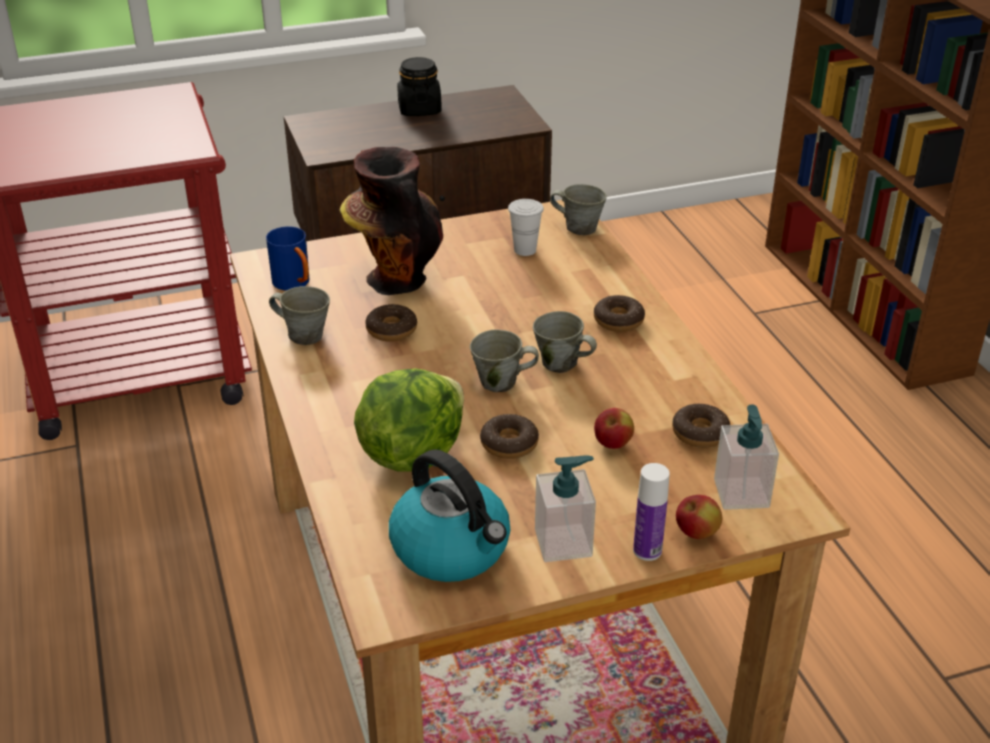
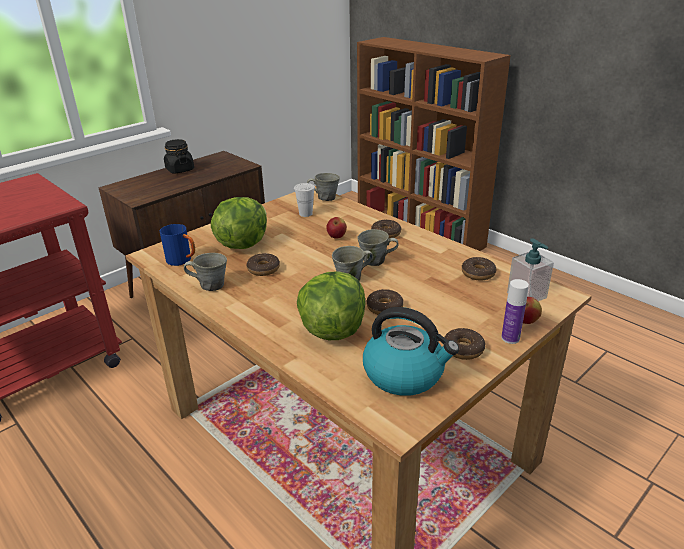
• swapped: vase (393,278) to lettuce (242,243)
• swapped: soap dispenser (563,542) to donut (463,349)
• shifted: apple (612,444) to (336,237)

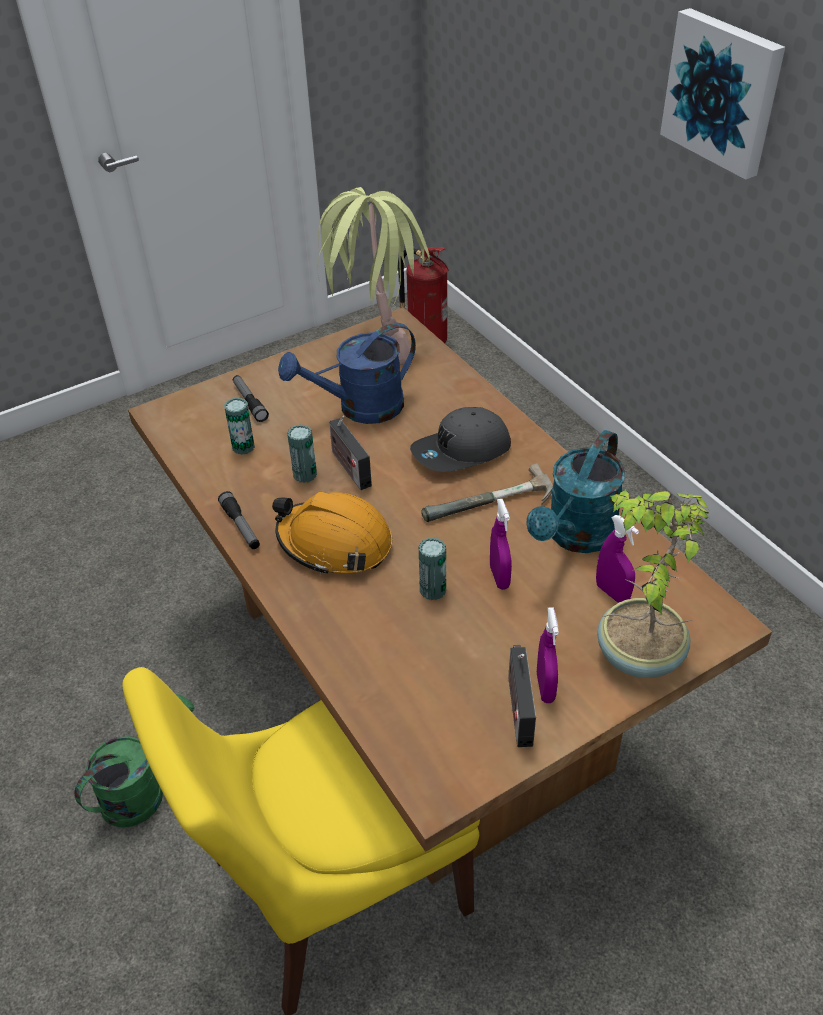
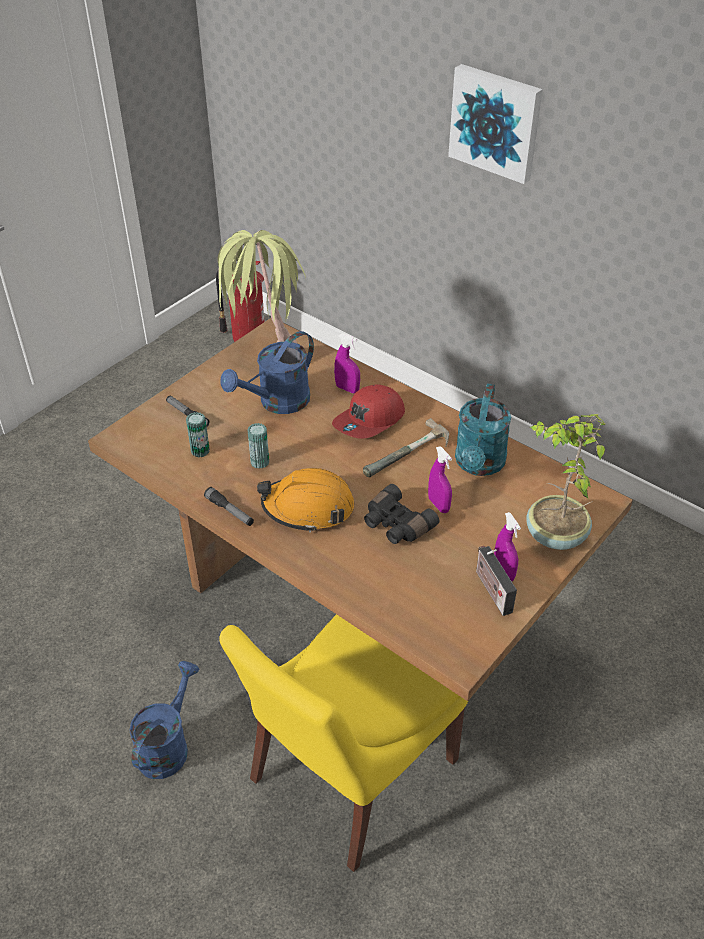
• repainted: green watering can (142,788) to blue watering can (167,745)
• gone: radio (349,467)
• repainted: grey cap (461,452) to red cap (370,421)
• swapped: can (433,590) to black binoculars (396,525)
• shifted: purple spray bottle (612,593) to (347,389)

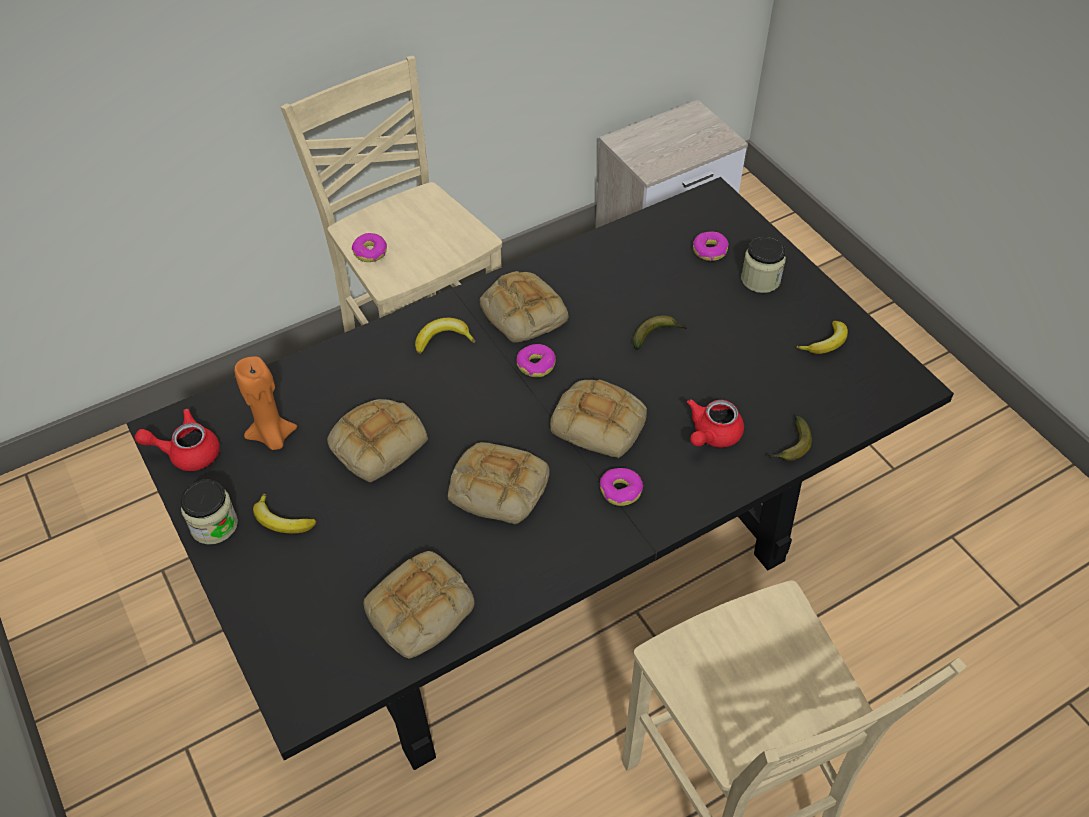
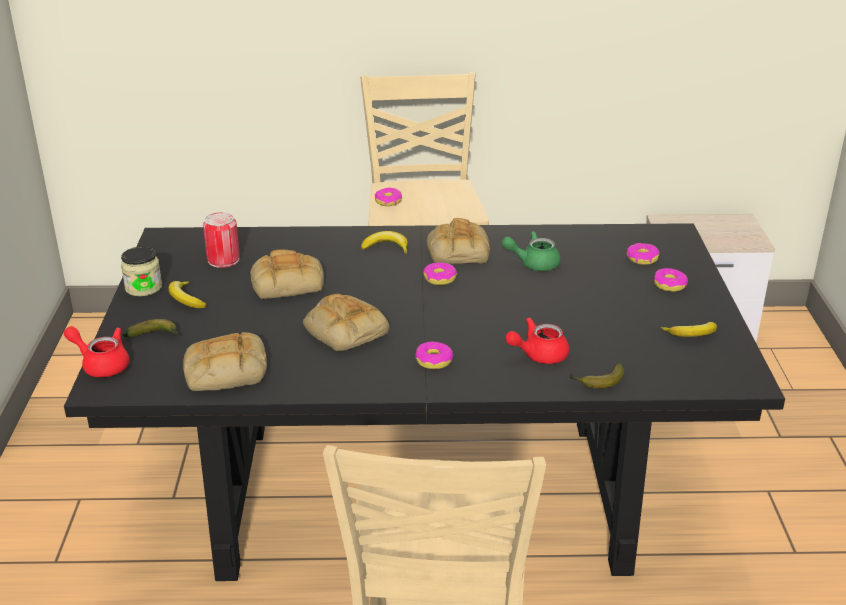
• shifted: red teapot (187,452) to (101,364)
• swapped: orange candle (272,437) to can (223,260)
• gone: bread (600,423)
• shifted: banana (658,335) to (155,336)
• swapped: jar (760,279) to donut (669,285)
• new: green teapot (533,263)

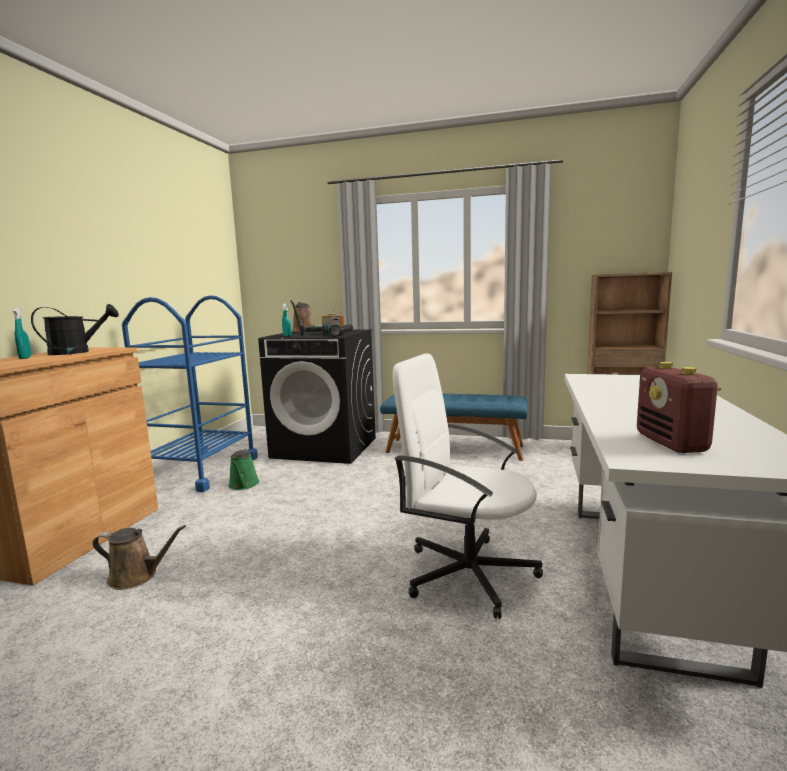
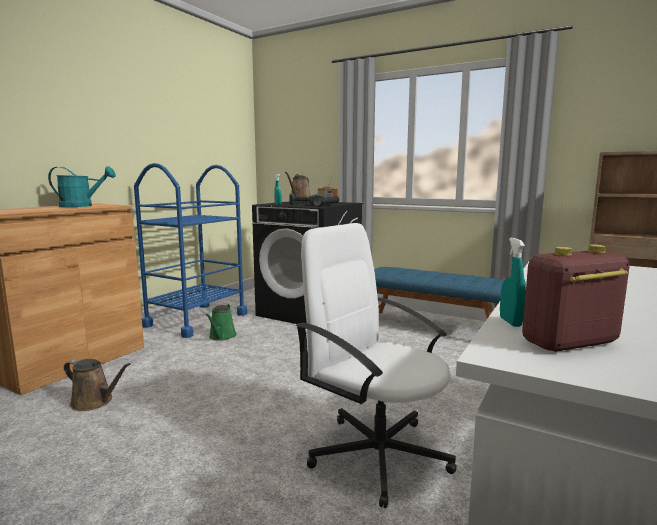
• shifted: turquoise spray bottle (25,358) to (510,322)
• repainted: black watering can (77,352) to turquoise watering can (82,206)
• rotated: radio (672,443) = (569,343) 60 degrees clockwise

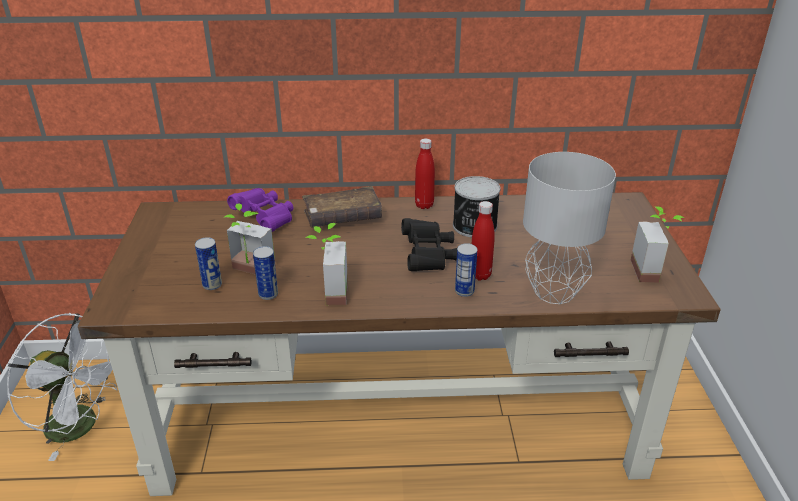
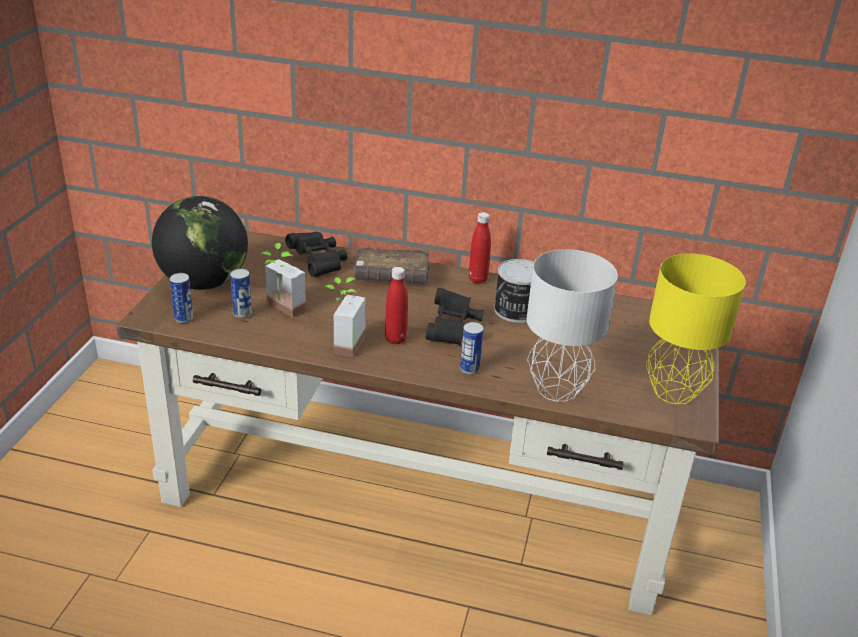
• gone: white fan (81,426)
• repainted: purple binoculars (265,219) to black binoculars (318,263)
• shifted: can (268,294) to (184,318)
• shifted: red bottle (480,275) to (395,339)
• swapped: potted plant (652,271) to yellow table lamp (672,391)
• new: globe (204,282)

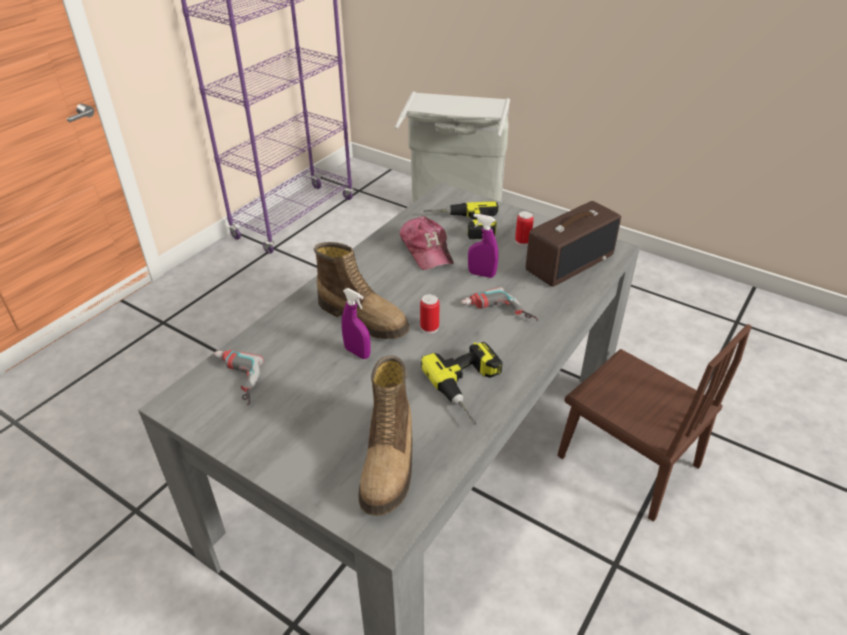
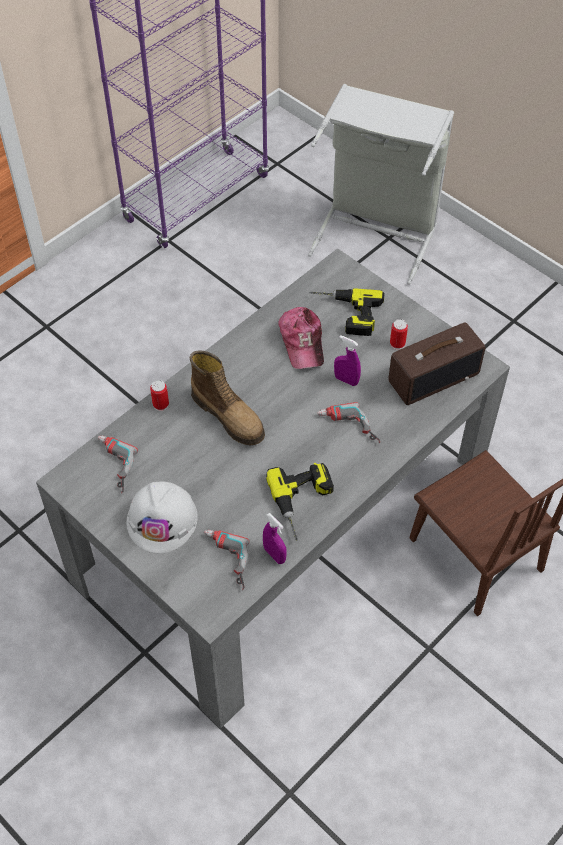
• shifted: purple spray bottle (357,352) to (274,555)
• swapped: boot (389,463) to power drill (224,561)
• shifted: can (429,327) to (161,404)
• new: white hard hat (162,519)

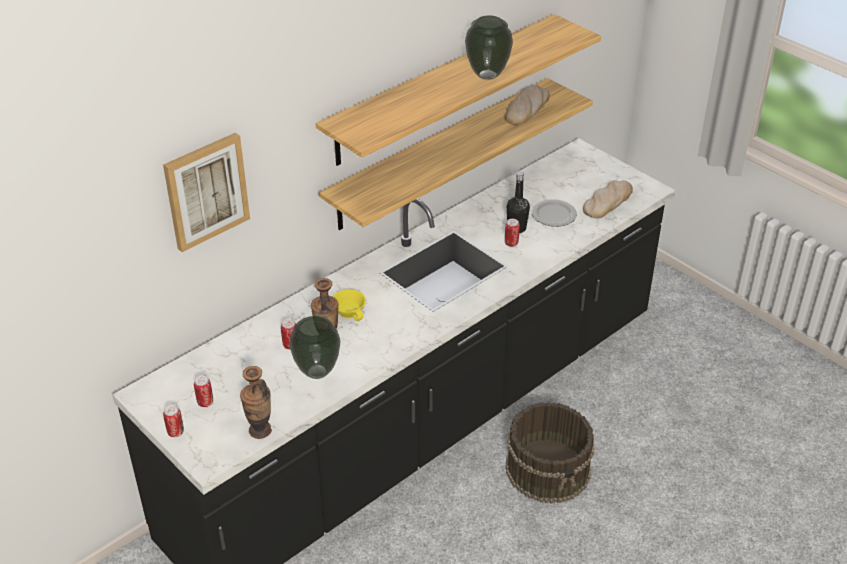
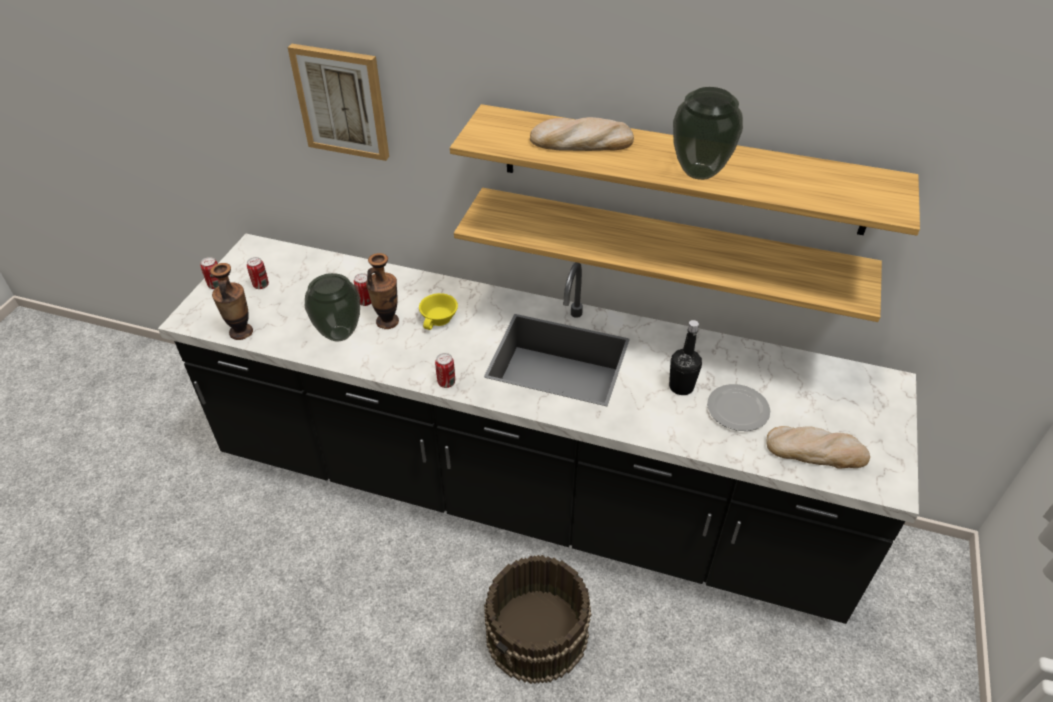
• shifted: bread (527,109) to (581,142)
• shifted: can (511,243) to (446,382)

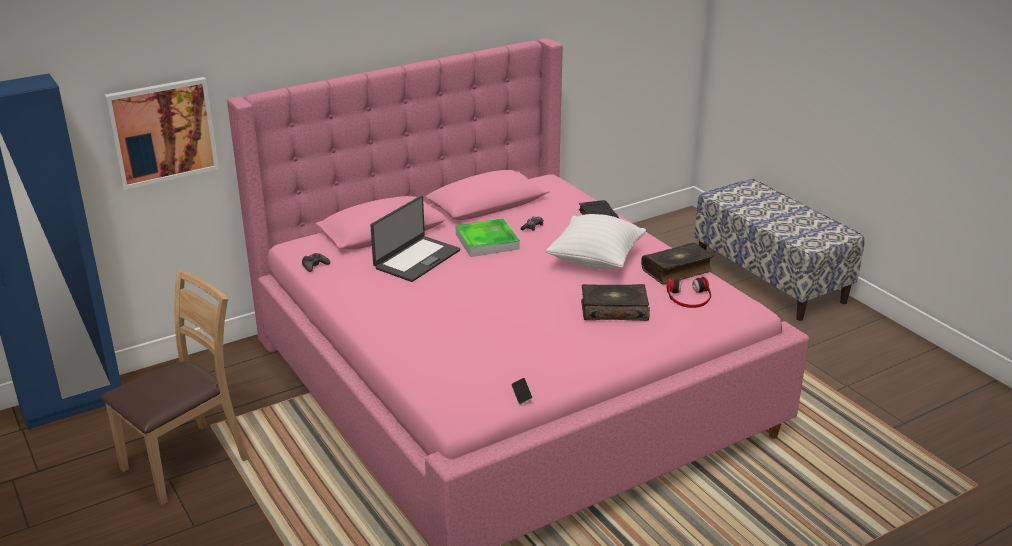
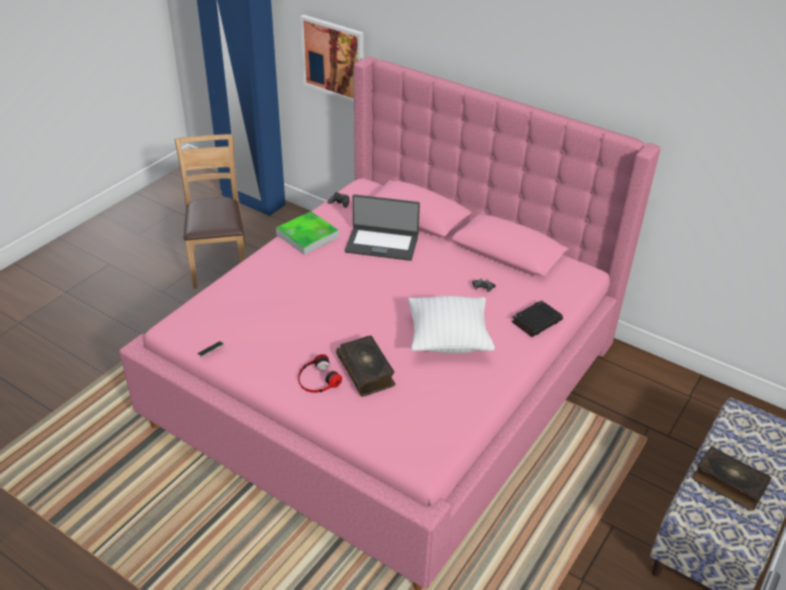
• rotated: brown chair (186,463) = (219,265) 120 degrees counterclockwise
• shifted: tray (487,241) to (307,236)
• shifted: book (677,270) to (728,483)
• shifted: headphones (689,297) to (317,379)

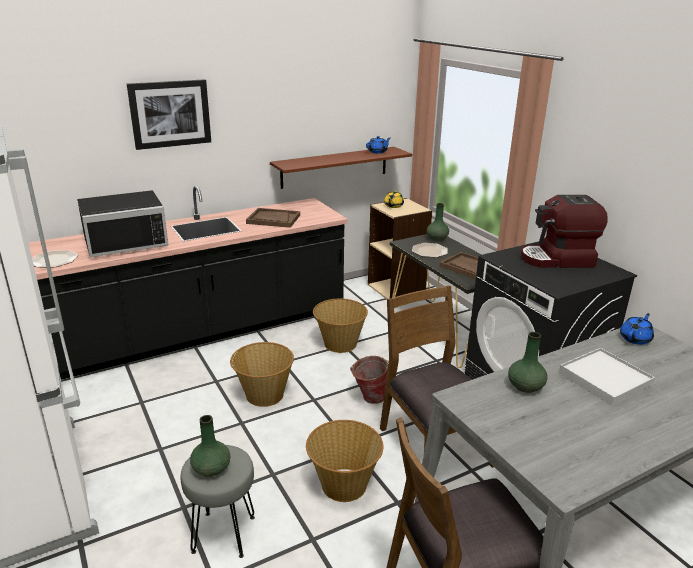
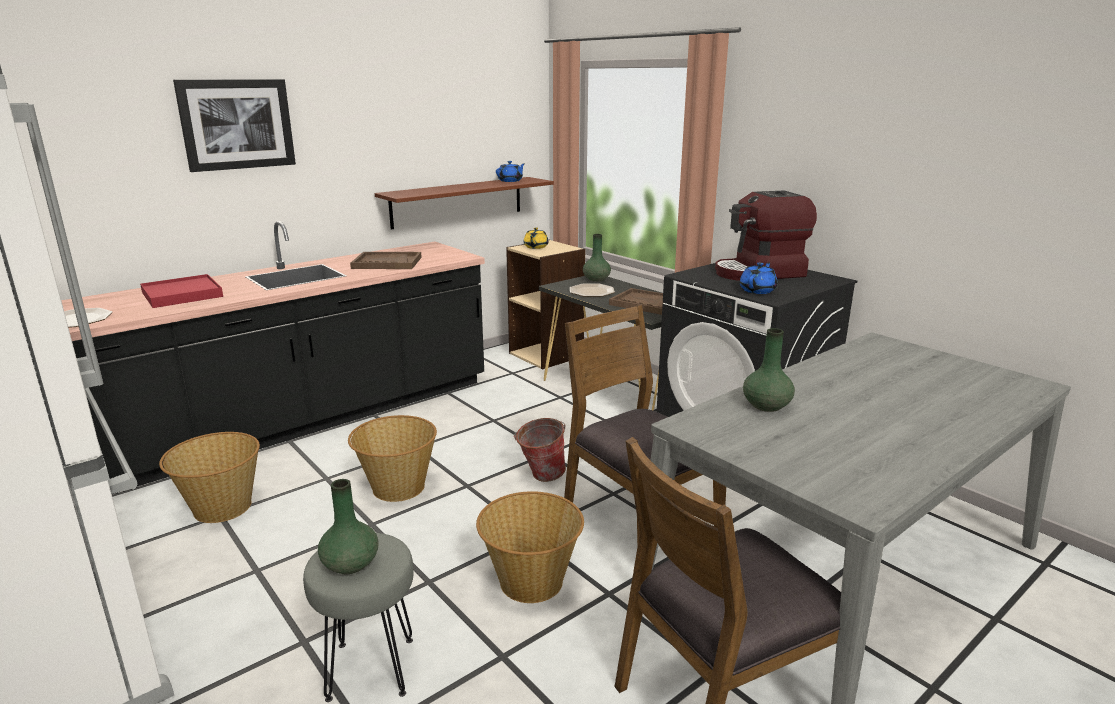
• swapped: black microwave (125,241) to red tray (182,294)
• shifted: basket (339,344) to (221,508)
• gone: white tray (605,379)
• shifted: blue teapot (635,338) to (758,290)

